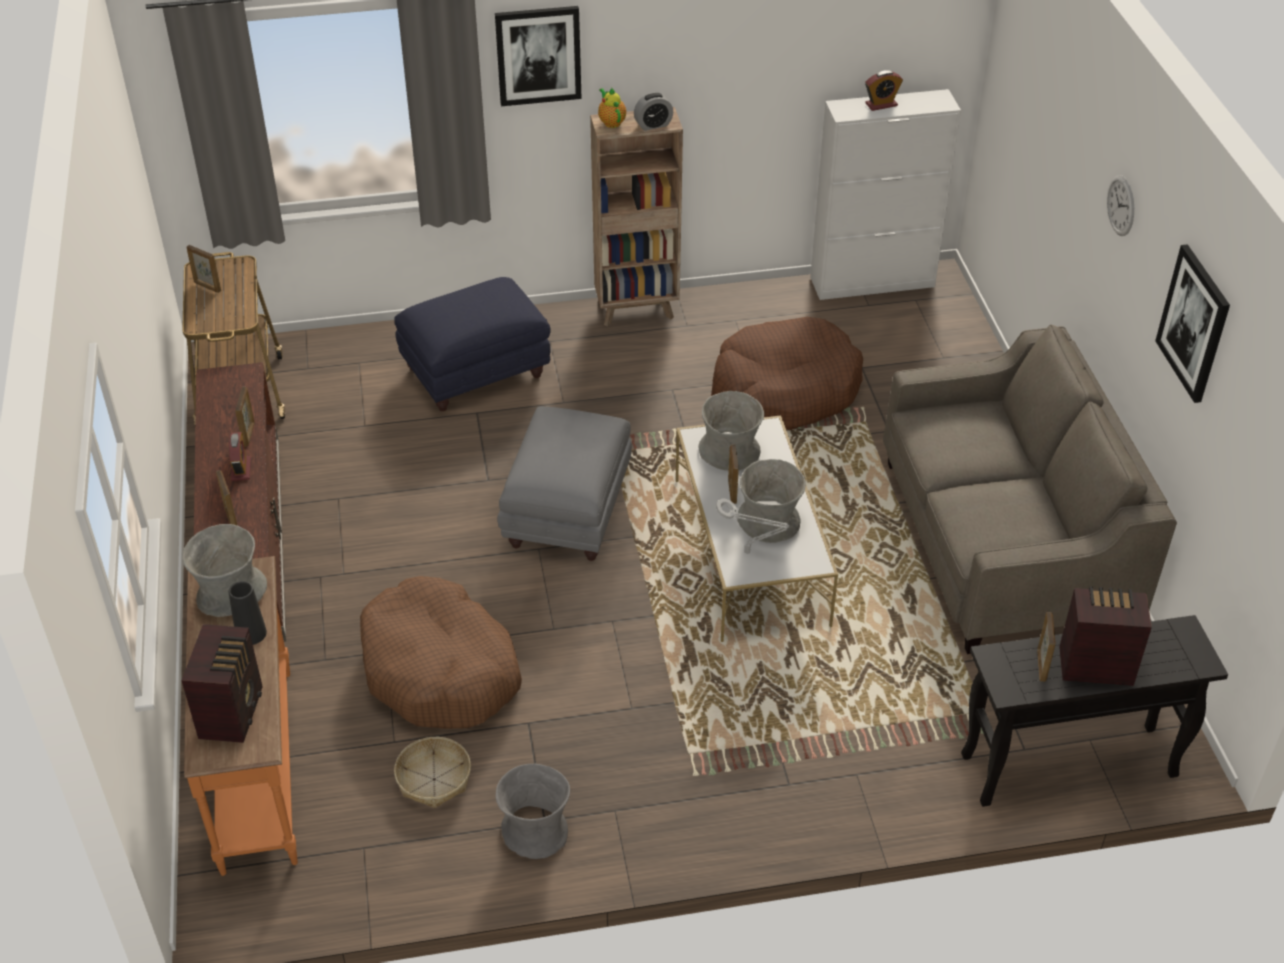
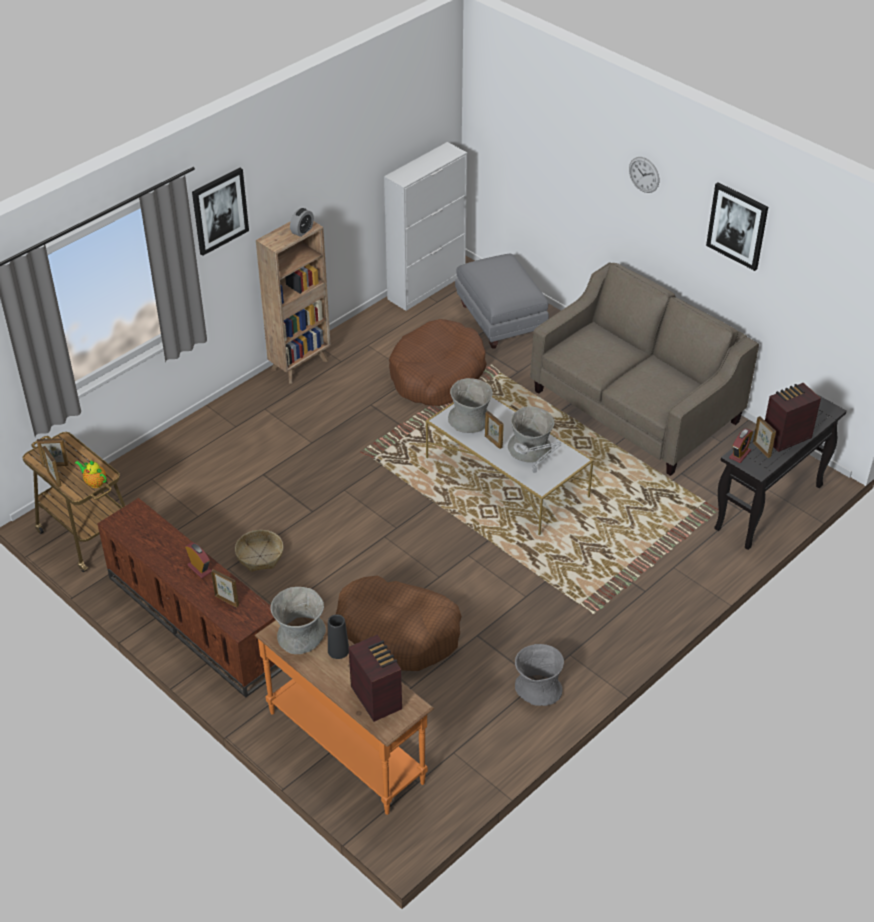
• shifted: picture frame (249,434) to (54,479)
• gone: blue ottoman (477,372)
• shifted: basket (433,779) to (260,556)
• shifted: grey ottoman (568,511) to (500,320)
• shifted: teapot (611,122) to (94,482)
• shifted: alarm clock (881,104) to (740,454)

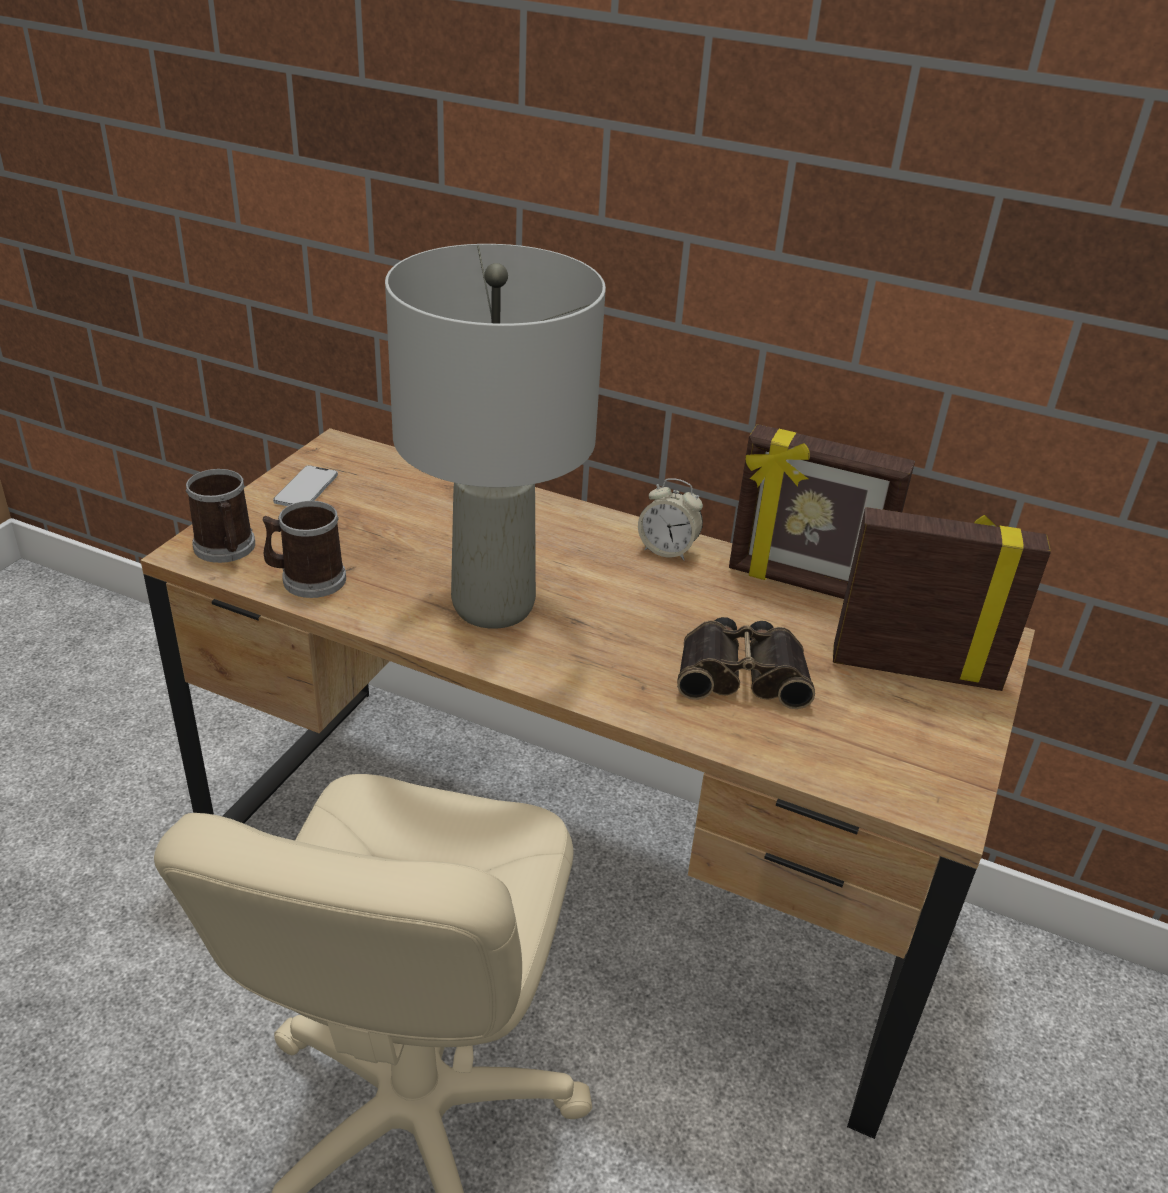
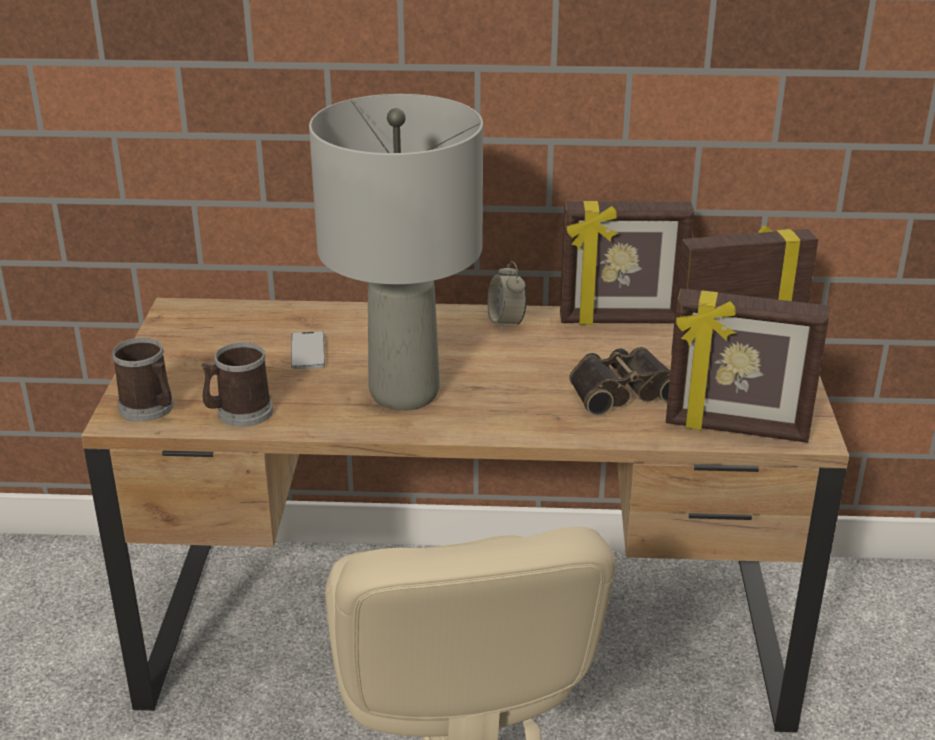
• shifted: phone (306,489) to (308,352)
• rotated: alarm clock (667,550) = (506,322) 75 degrees clockwise
• new: picture frame (736,429)

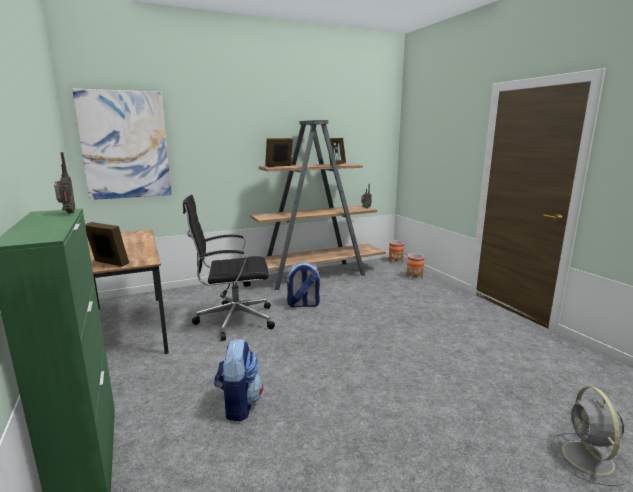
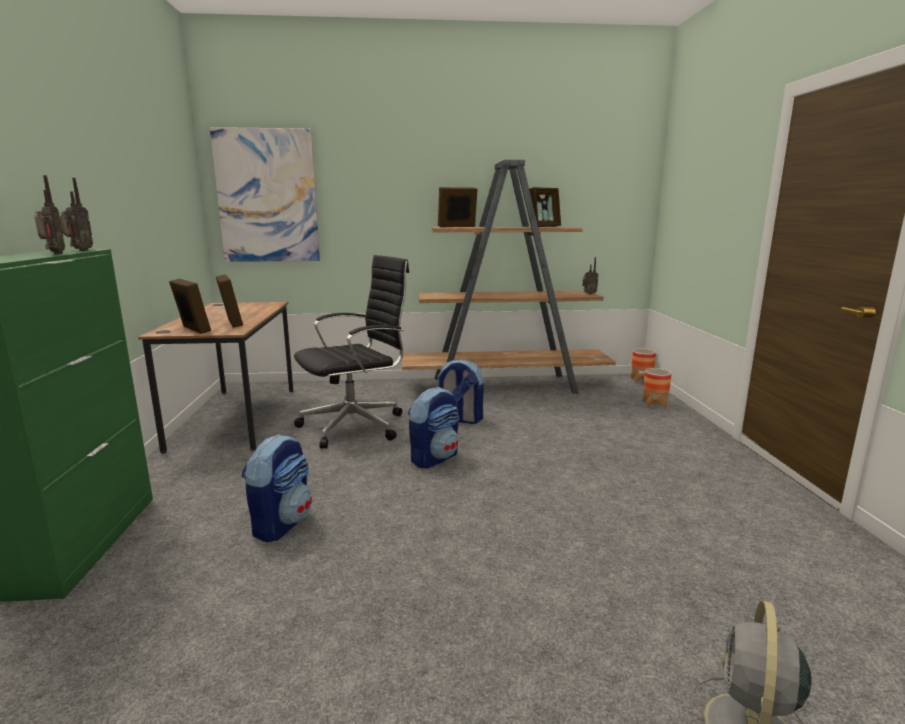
• rotated: black office chair (233,320) = (356,426) 135 degrees clockwise
• new: radio (53,254)
• new: picture frame (231,323)
• new: backpack (434,458)

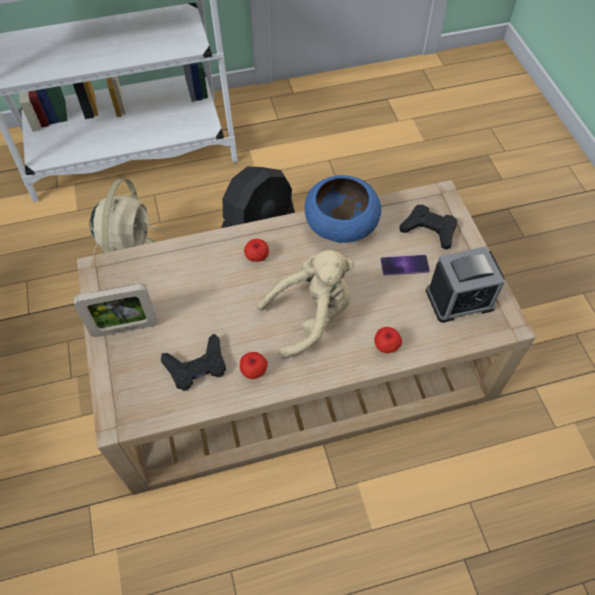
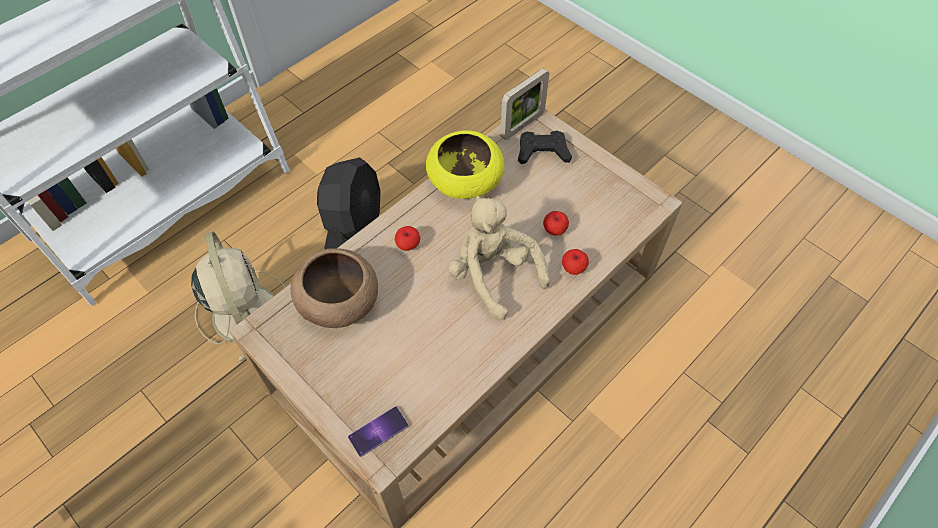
• shifted: picture frame (125,328) to (522,125)
• gone: black game controller (197,366)
• shifted: apple (254,371) to (554,230)
• rotated: beige plush toy (311,317) = (493,275) 75 degrees counterclockwise
• repainted: blue bowl (340,226) to yellow bowl (465,183)
• shifted: phone (404,265) to (378,431)
• gone: alarm clock (459,299)
• new: brown bowl (339,302)

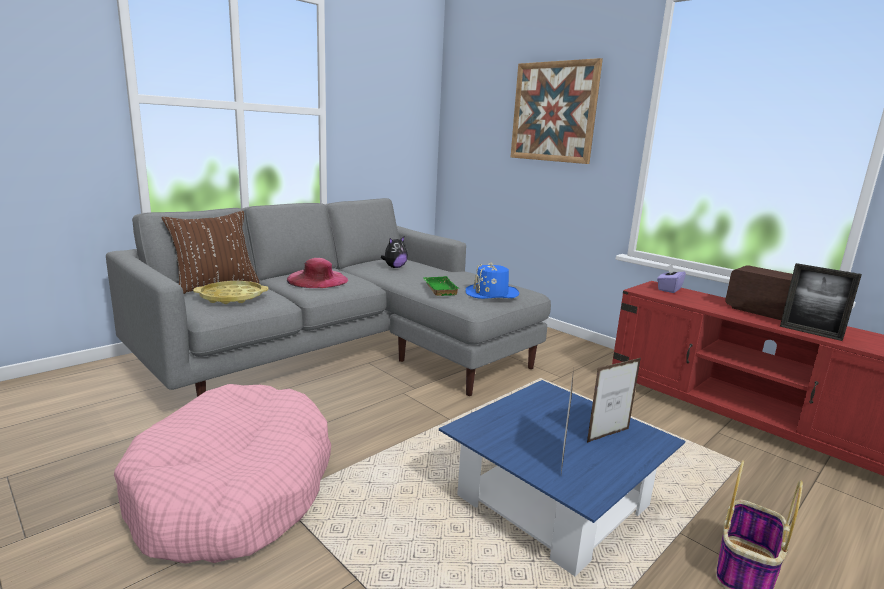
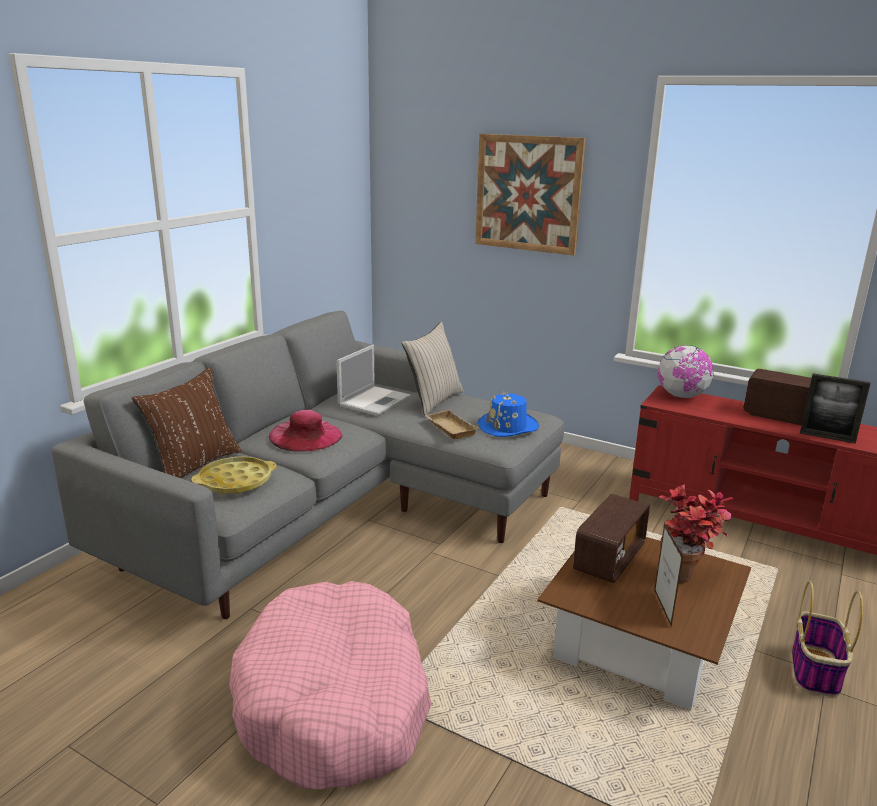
• swapped: plush toy (394,267) to laptop (375,400)
• repainted: green tray (438,289) to beige tray (449,428)
• repainted: blue coffee table (553,501) to brown coffee table (639,644)
• swapped: picture frame (608,435) to potted plant (687,575)
• swapped: purple tissue box (669,289) to globe (682,396)
• new: beige pillow (433,401)
• new: radio (609,559)

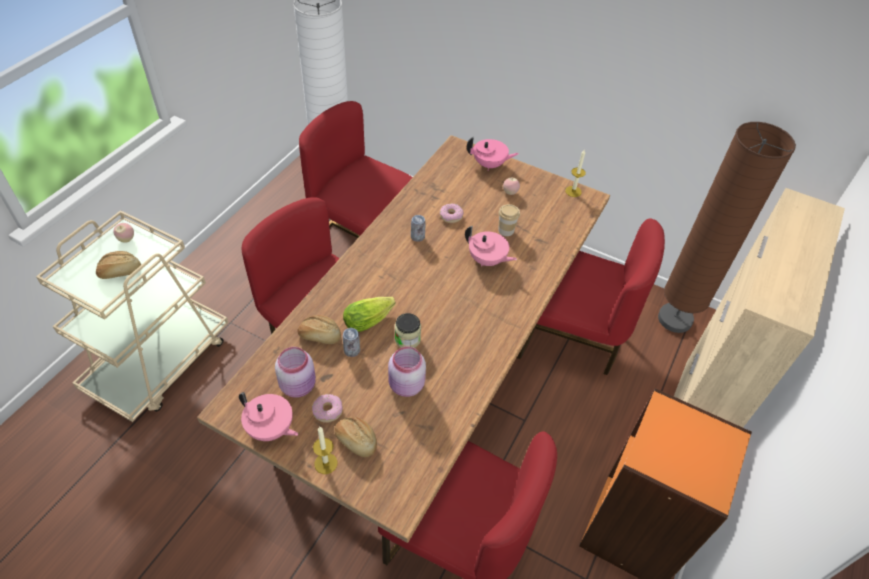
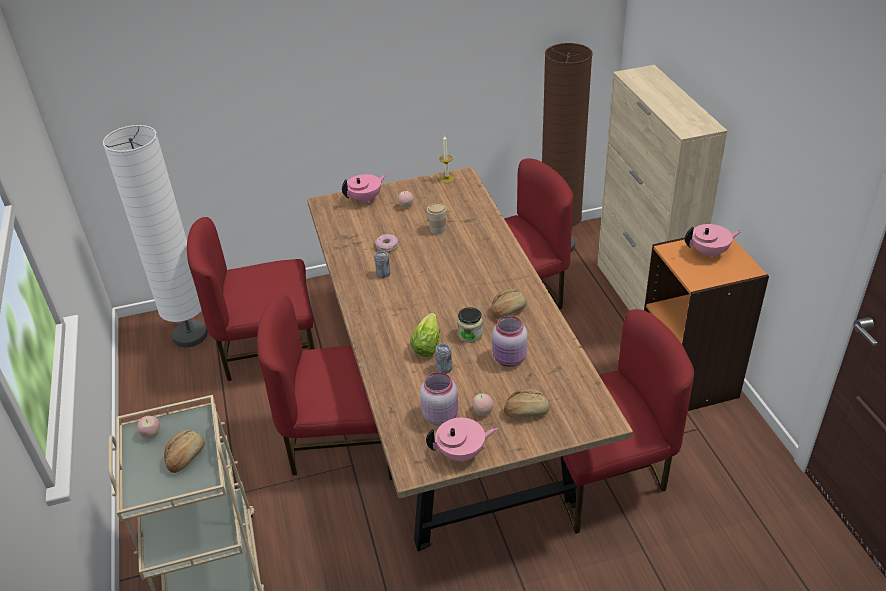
• shifted: bread (320,336) to (508,311)
• swapped: donut (328,411) to apple (482,412)
• gone: candle (326,463)
• shifted: pink teapot (487,260) to (709,252)

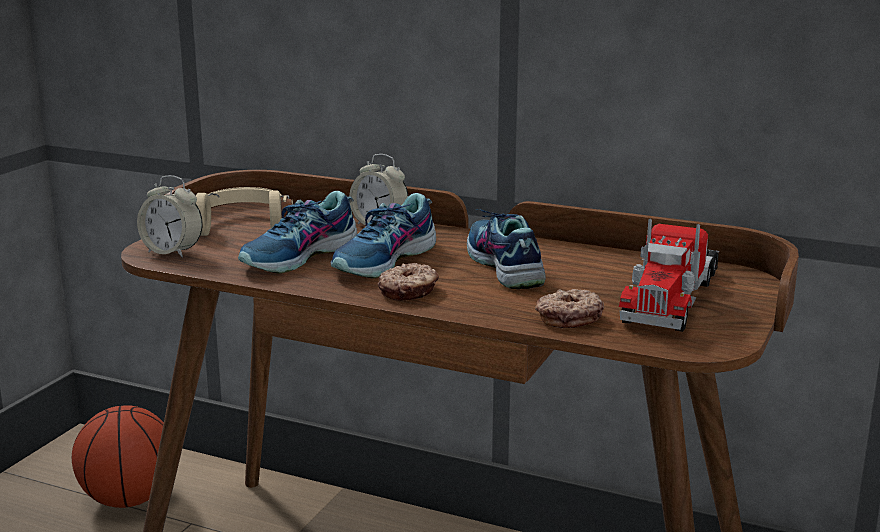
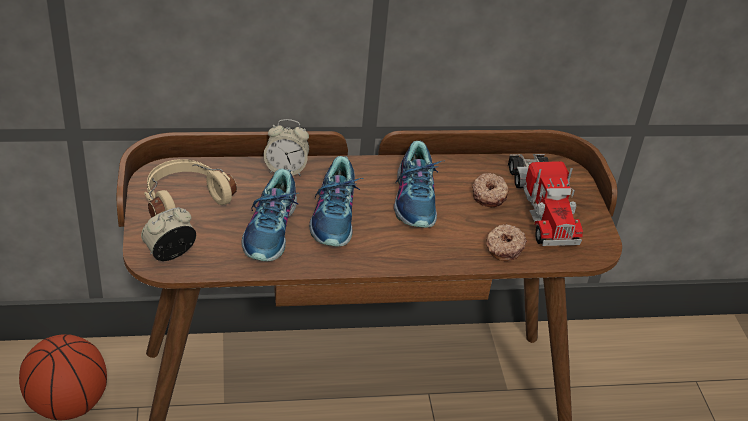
• rotated: alarm clock (172,252) = (170,254) 150 degrees clockwise
• shifted: donut (409,291) to (489,195)
• rotated: shoe (503,266) = (416,199) 135 degrees counterclockwise

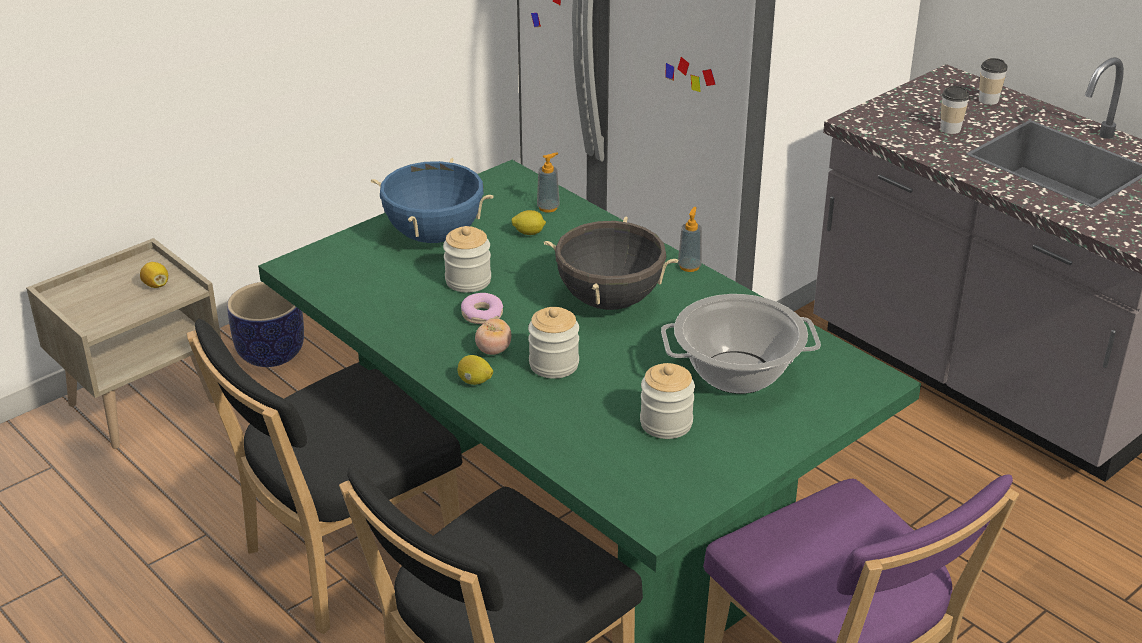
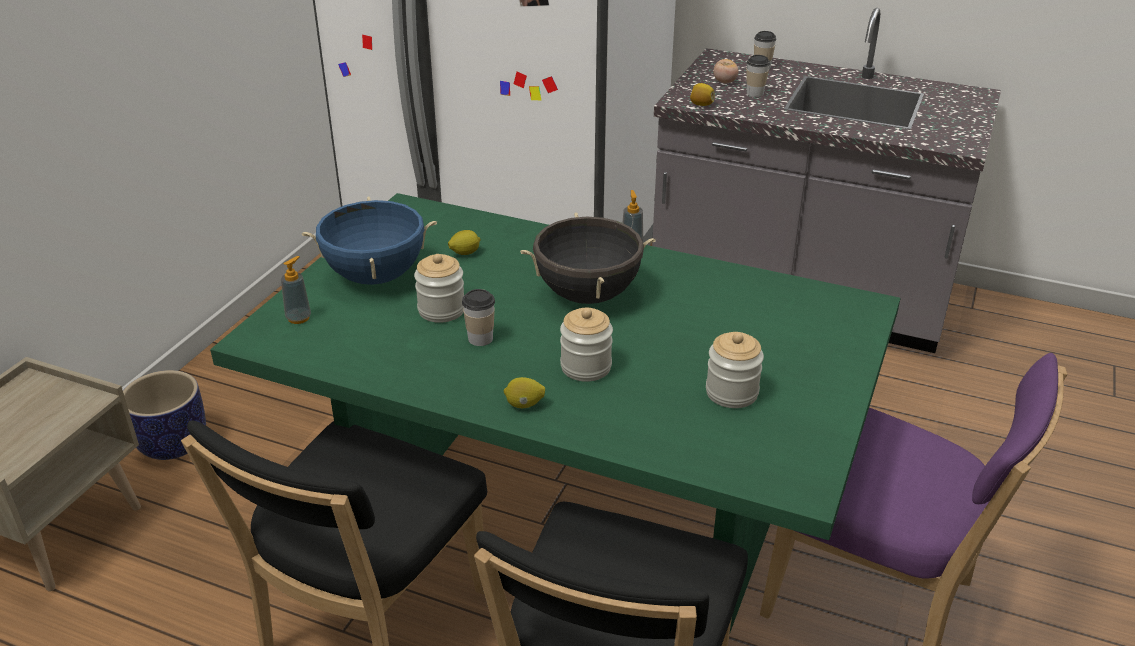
• shifted: lemon (156,285) to (701,105)
• swapped: donut (482,315) to cup (480,339)
• shifted: tomato (493,350) to (725,82)
• shifted: soap dispenser (548,207) to (298,318)
• gone: cooking pot (738,372)

